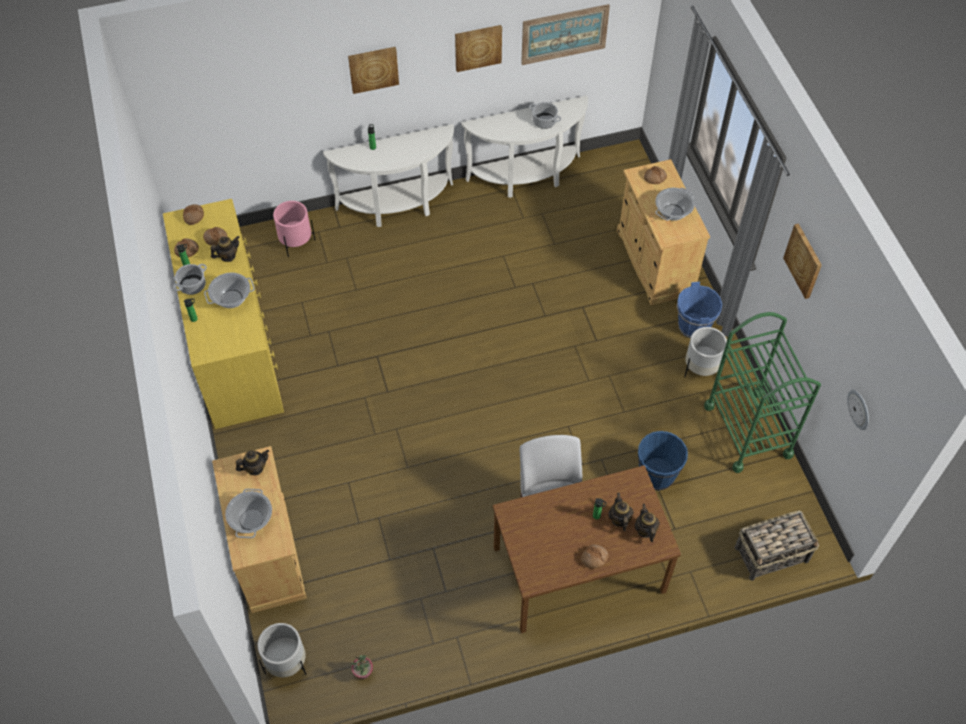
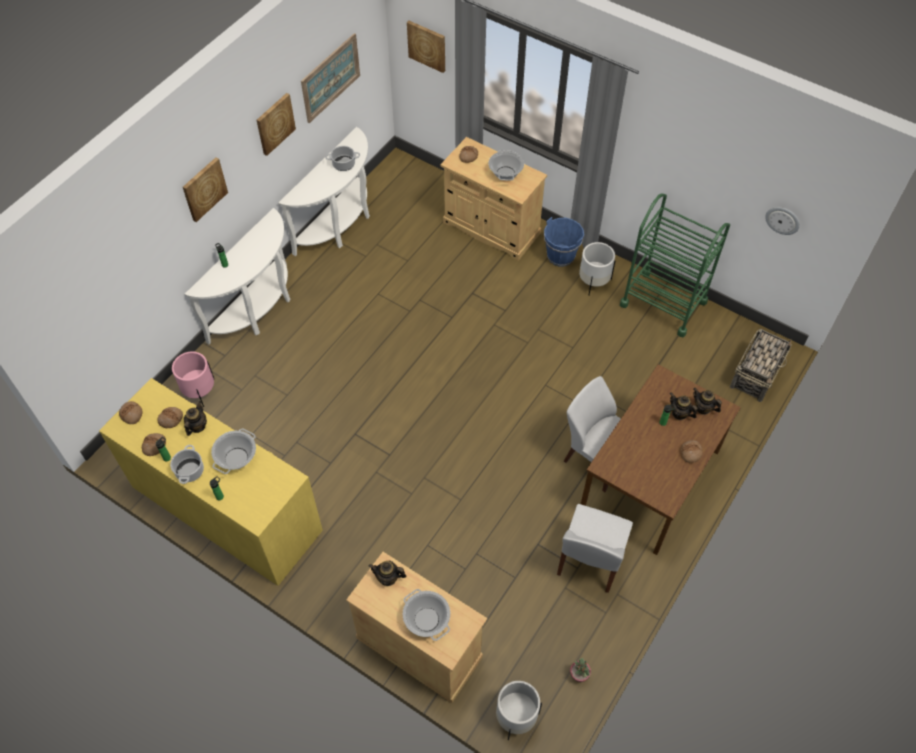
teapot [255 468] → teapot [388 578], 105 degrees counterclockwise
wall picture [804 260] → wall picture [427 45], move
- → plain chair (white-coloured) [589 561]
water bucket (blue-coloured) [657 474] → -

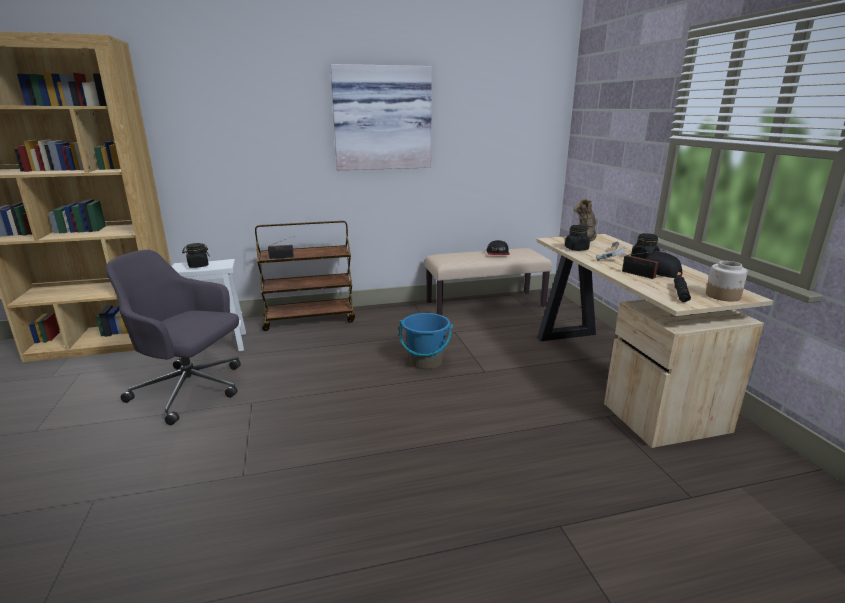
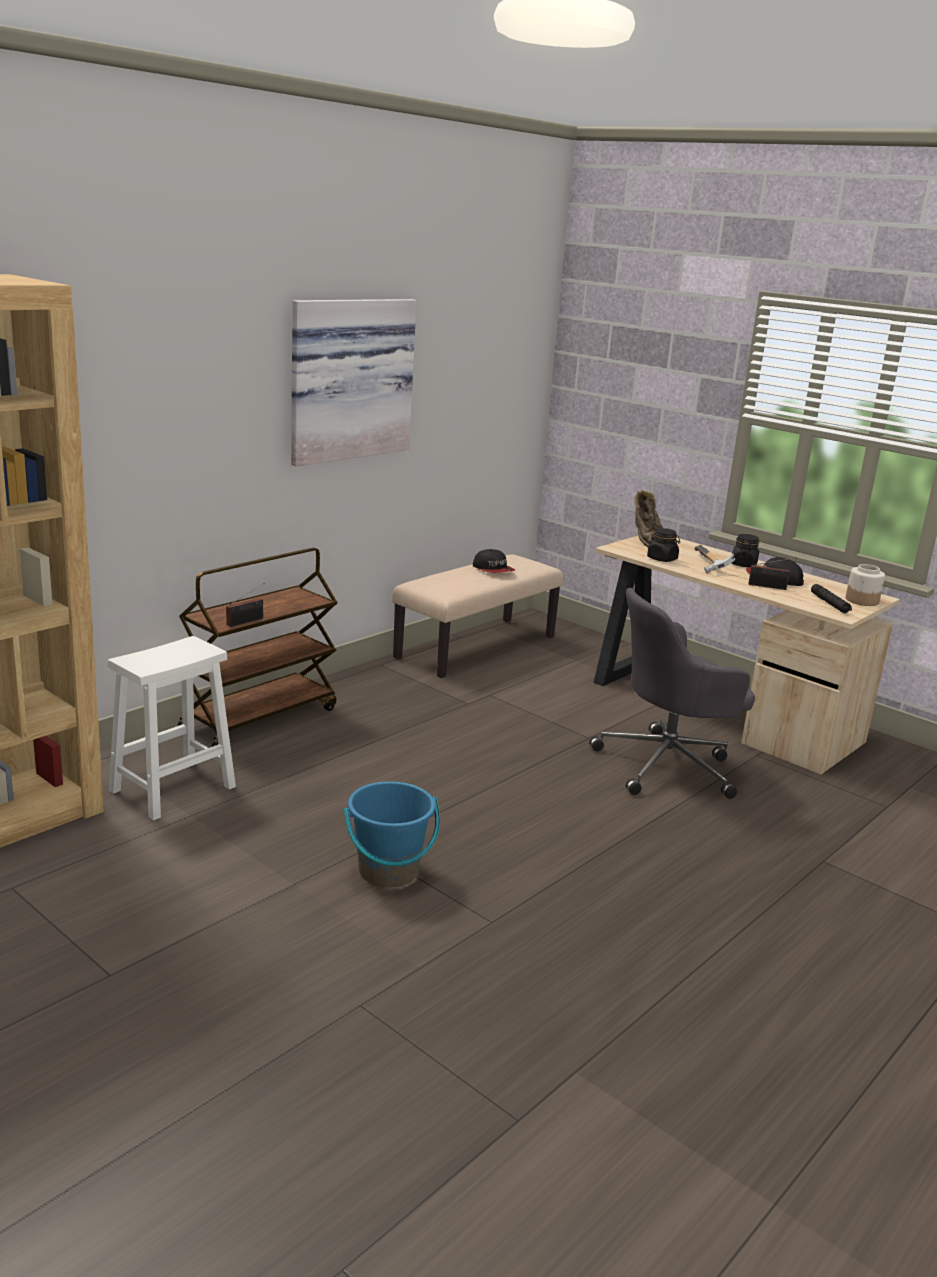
water bucket (blue-coloured) [425 362] → water bucket (blue-coloured) [388 872], move
office chair (grey) [191 390] → office chair (grey) [668 765], move
jar (blackish) [198 266] → -

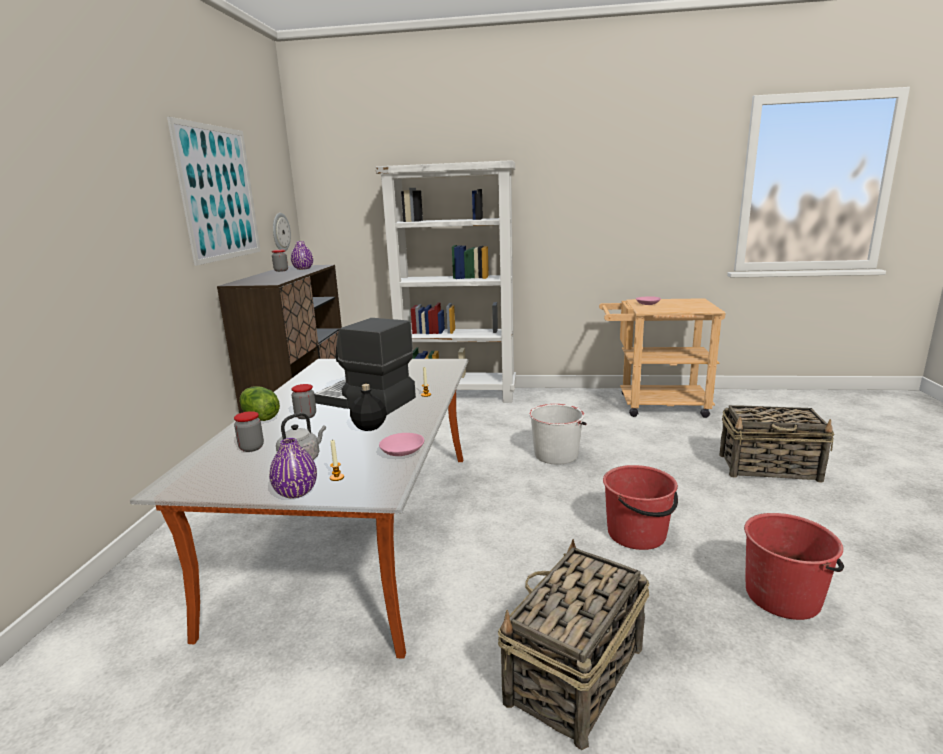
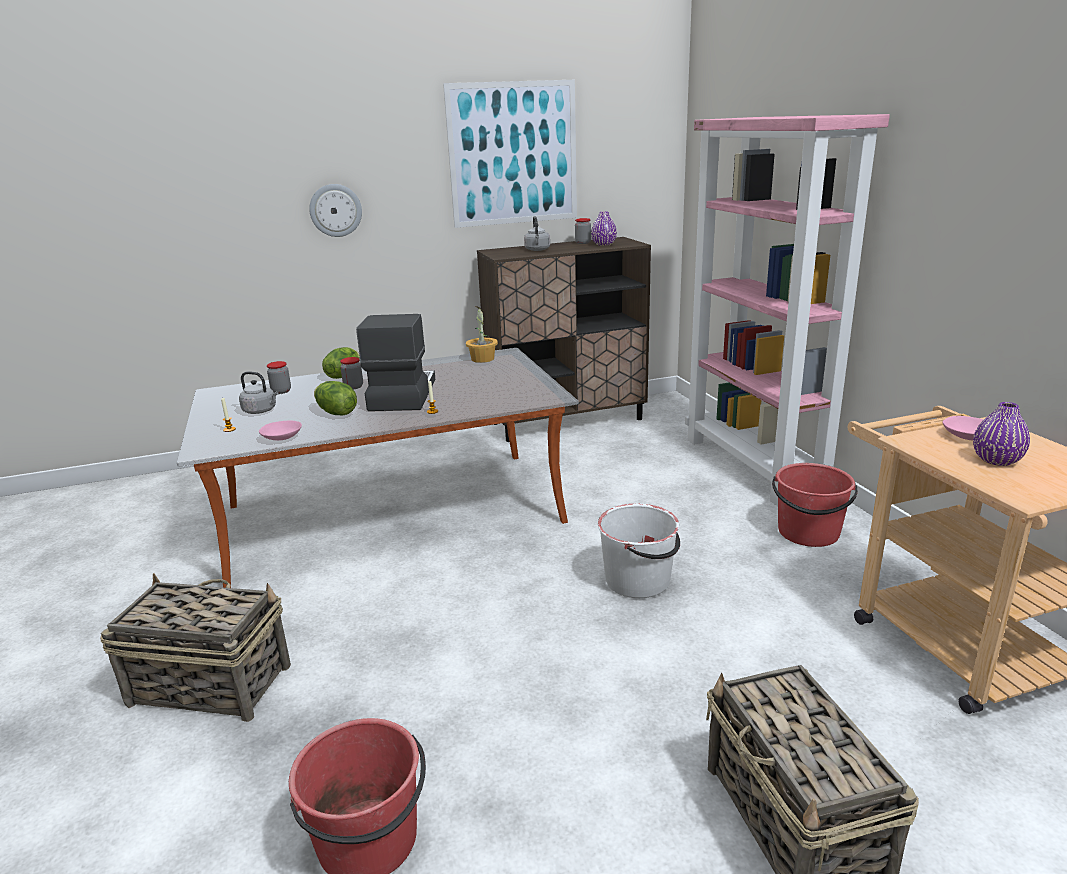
hanging clock [280 232] → hanging clock [335 210], move
drink bottle (blackish) [370 427] → lettuce head [336 413]
- → plant in a pot [482 359]
- → kettle (grey) [537 250]
bookshelf (white-coloured) [458 395] → bookshelf (pinkish) [754 466]
water bucket (reddish) [637 534] → water bucket (reddish) [808 533], move
vase (purple) [296 492] → vase (purple) [996 460], move

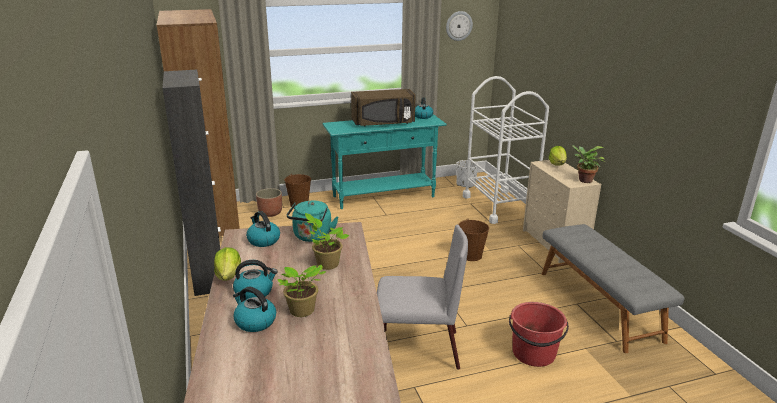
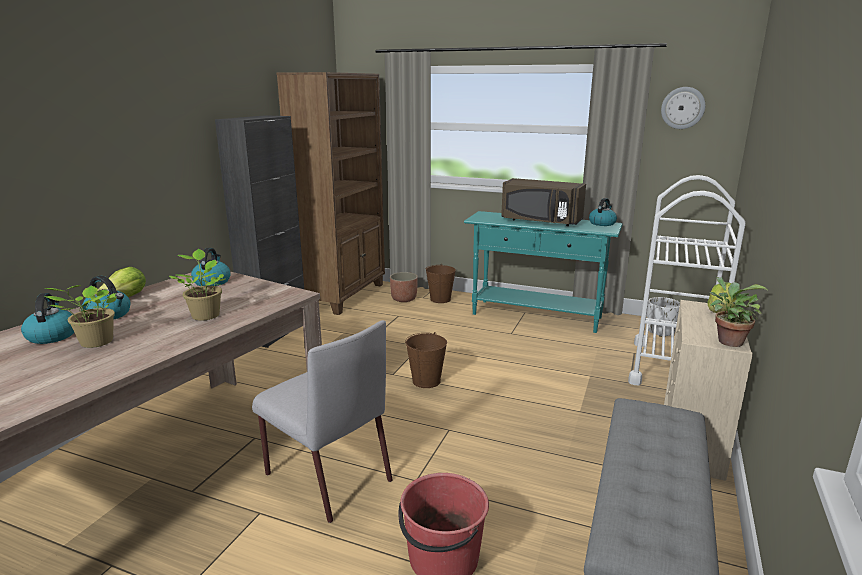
water bucket (brownish) [471 255] → water bucket (brownish) [426 381], move
kettle (turquoise) [312 237] → -

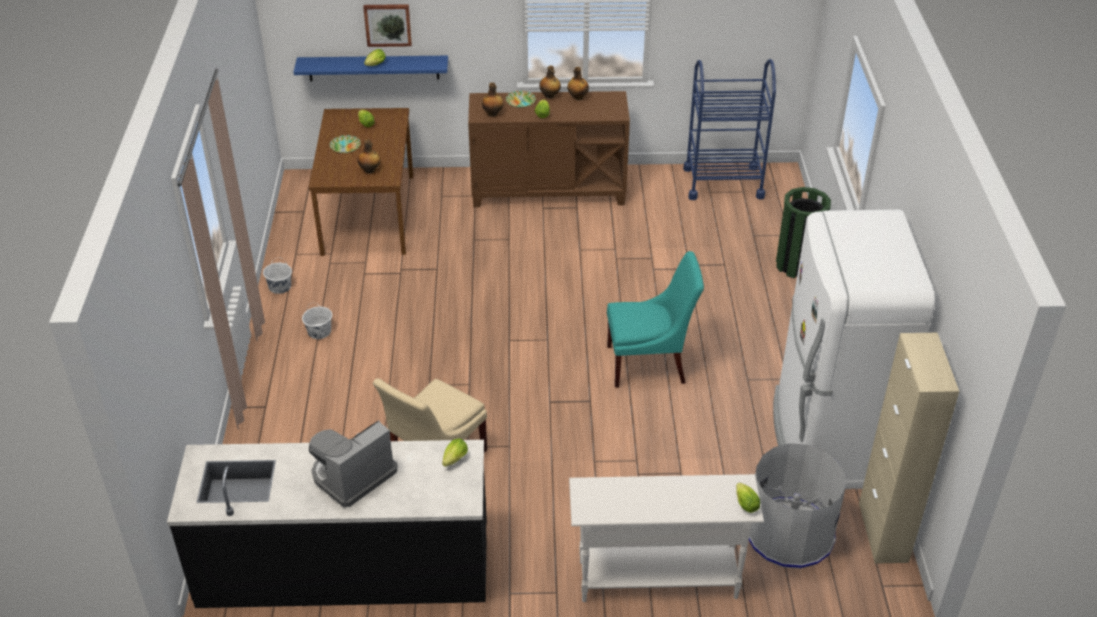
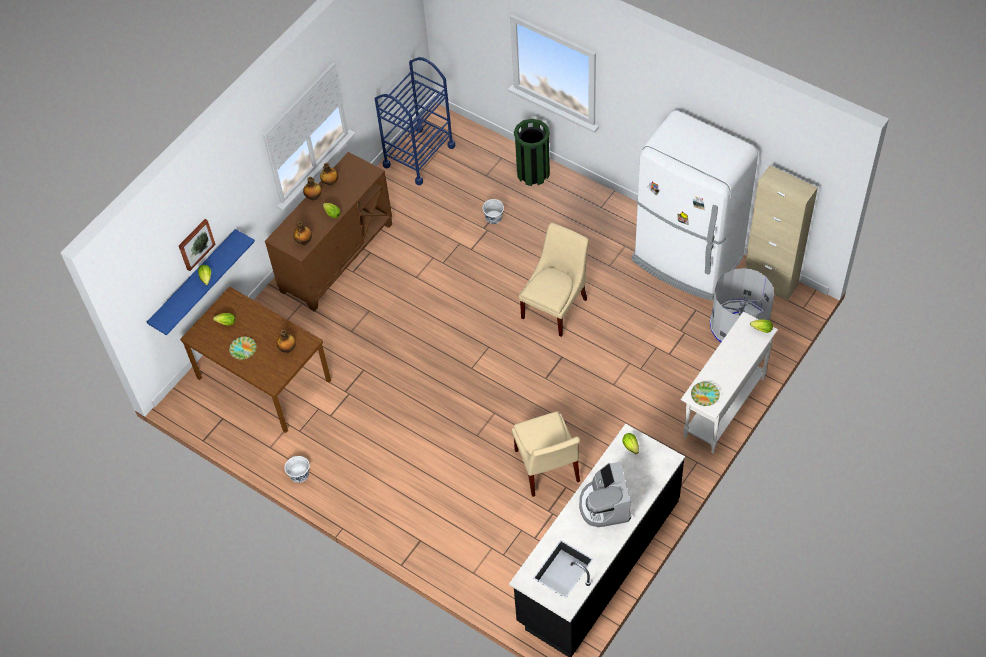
water bucket (white-coloured) [319 331] → water bucket (white-coloured) [493 217], move
plain chair (turquoise) [650 364] → plain chair (sand-coloured) [556 306]
dinner plate [521 101] → dinner plate [705 395], move

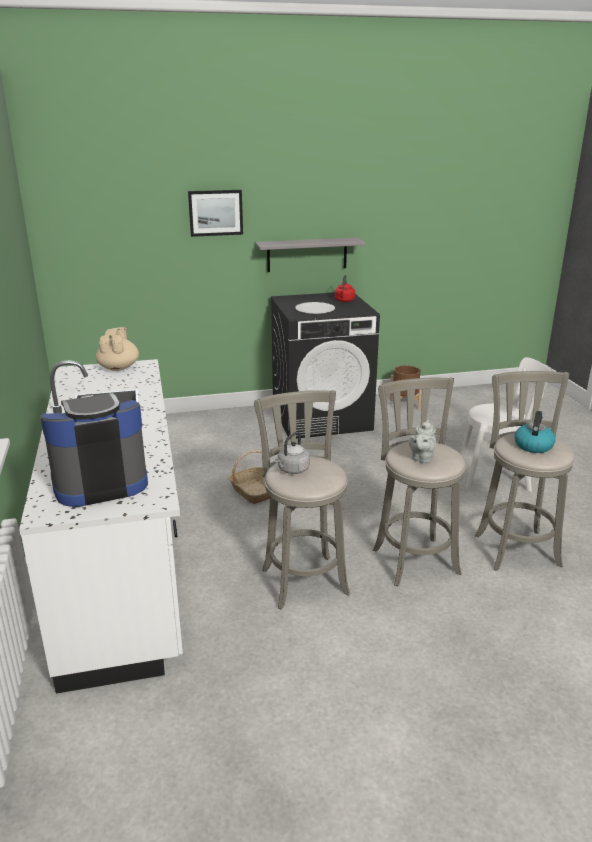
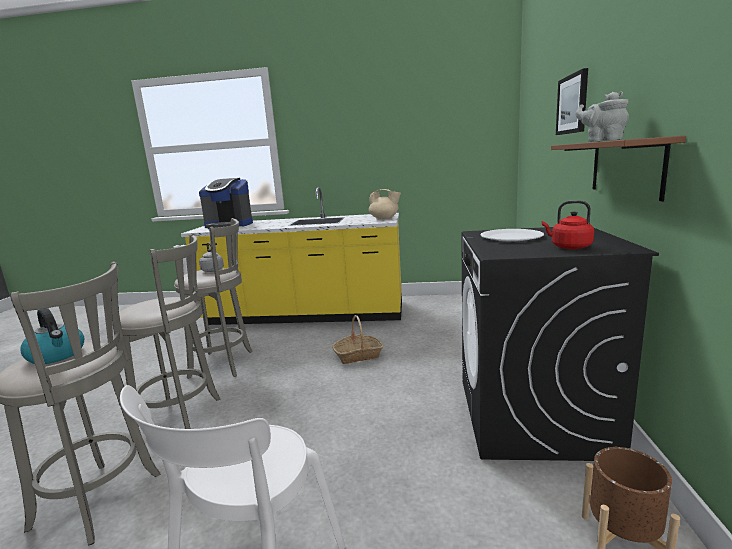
kitchen base unit (white-coloured) [123 563] → kitchen base unit (yellowish) [305 315]
coffee maker [100 482] → coffee maker [229 225], 105 degrees clockwise
bracket shelf (grey) [307 254] → bracket shelf (brownish) [625 167]
teapot (grey) [421 458] → teapot (grey) [601 141], move

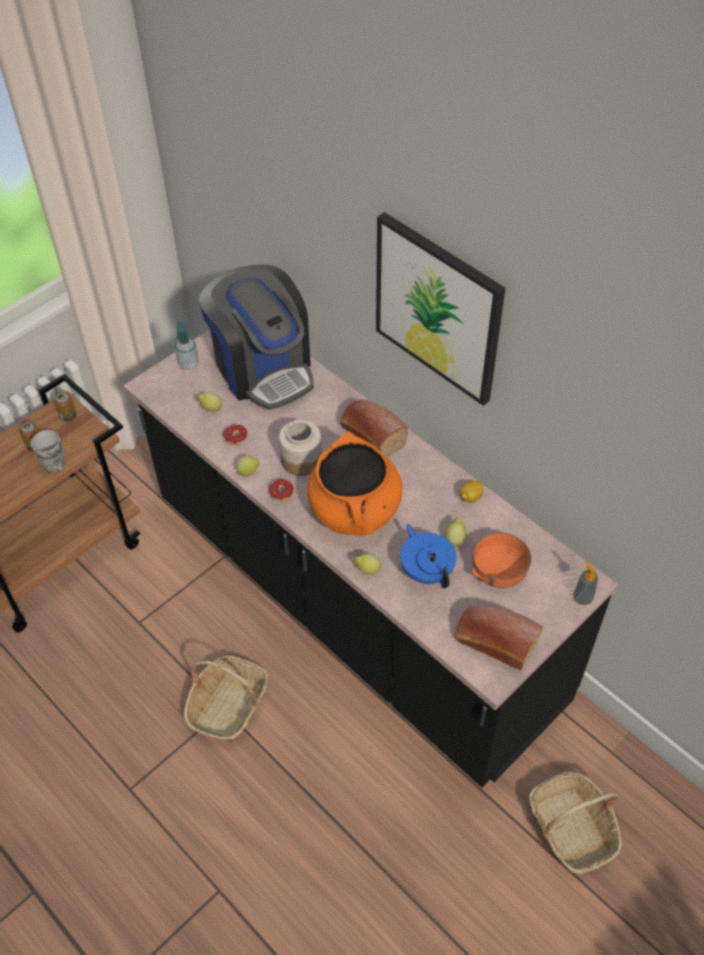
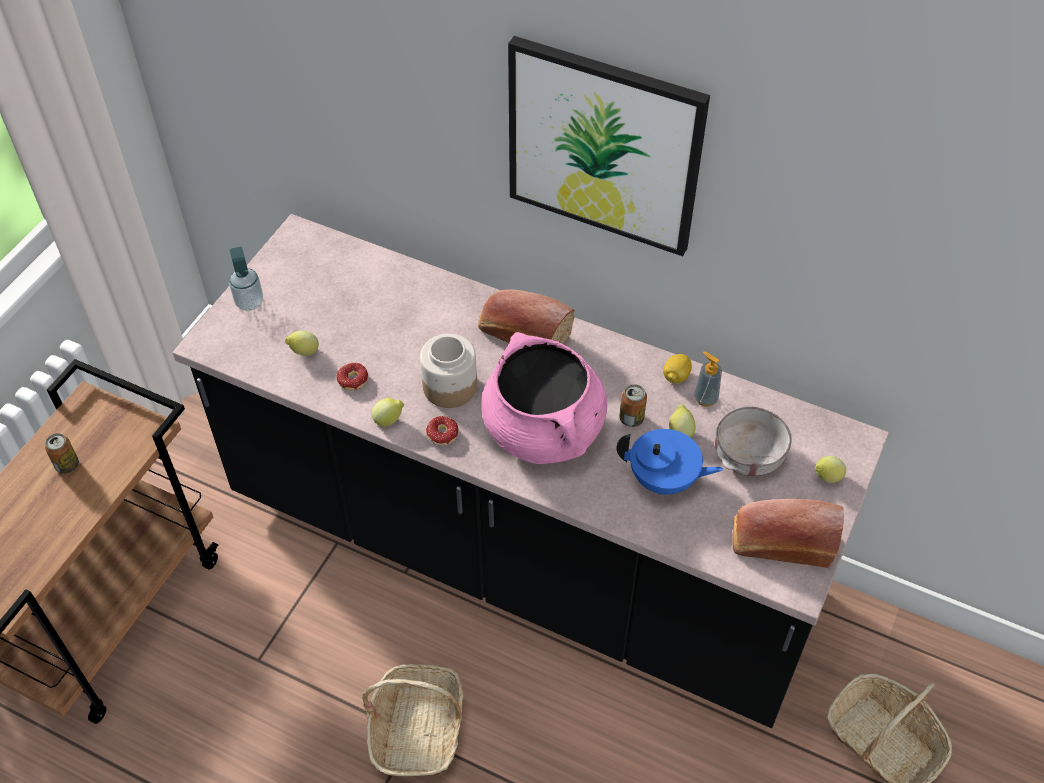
cooking pot (orange-coloured) [355 510] → cooking pot (pinkish) [544 430]
teapot (blue-coloured) [427 570] → teapot (blue-coloured) [664 480], 150 degrees clockwise
metal can [68 416] → metal can [631 418], move
liquid soap bottle [582 597] → liquid soap bottle [705 398], move
bowl (orange-coloured) [499 570] → bowl (grey) [749 455]
whole lemon [367 570] → whole lemon [826 478], move
small cup [54 465] → -
coffee maker [263 368] → -

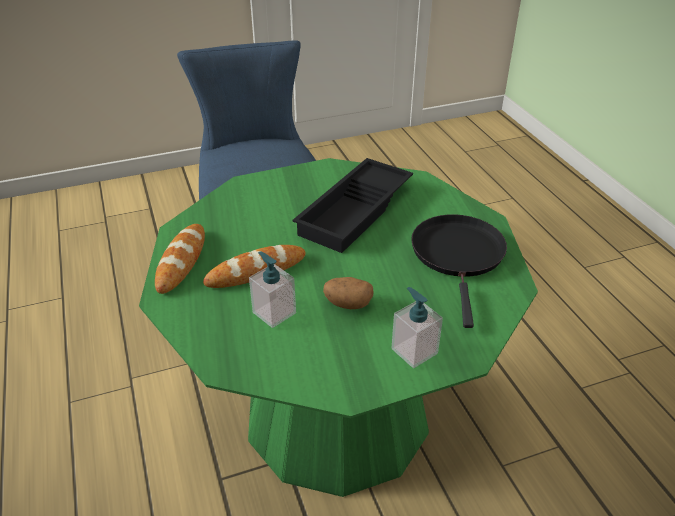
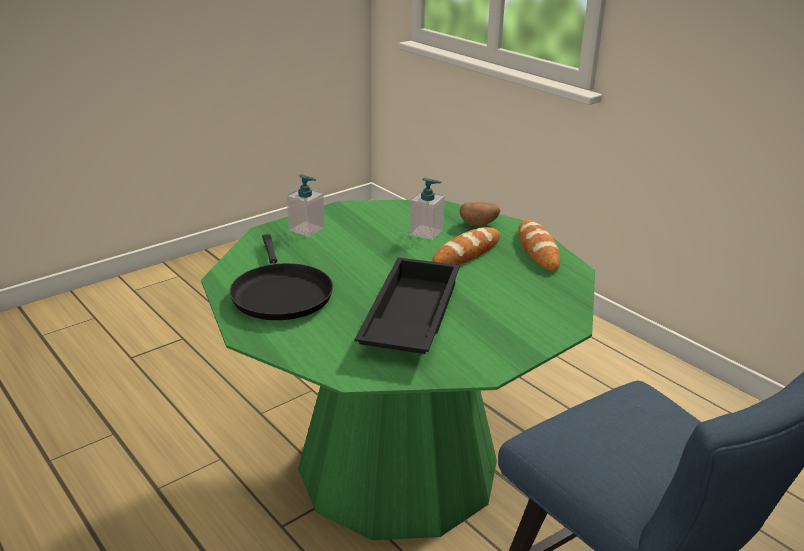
whole potato [348 304] → whole potato [479 224], move

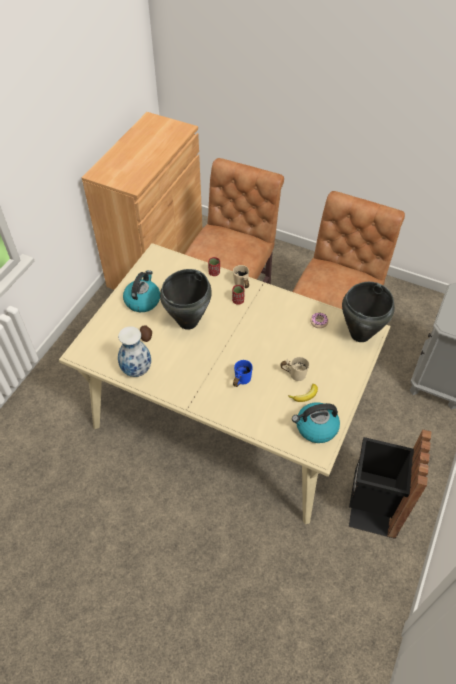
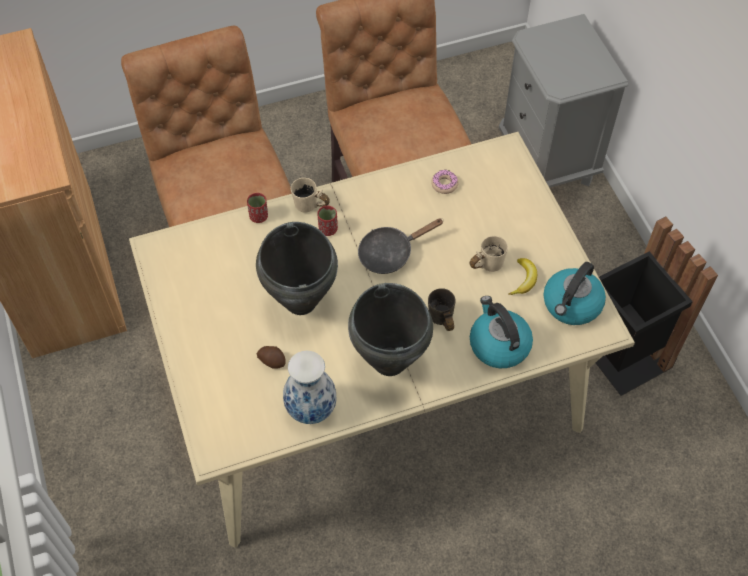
cooking pot (blackish) [359 334] → cooking pot (blackish) [389 362], move
- → frying pan (blackish) [390 253]
coffee mug (blue-coloured) [239 381] → coffee mug (grey) [439 321]
kettle [142 300] → kettle [498 344], move

